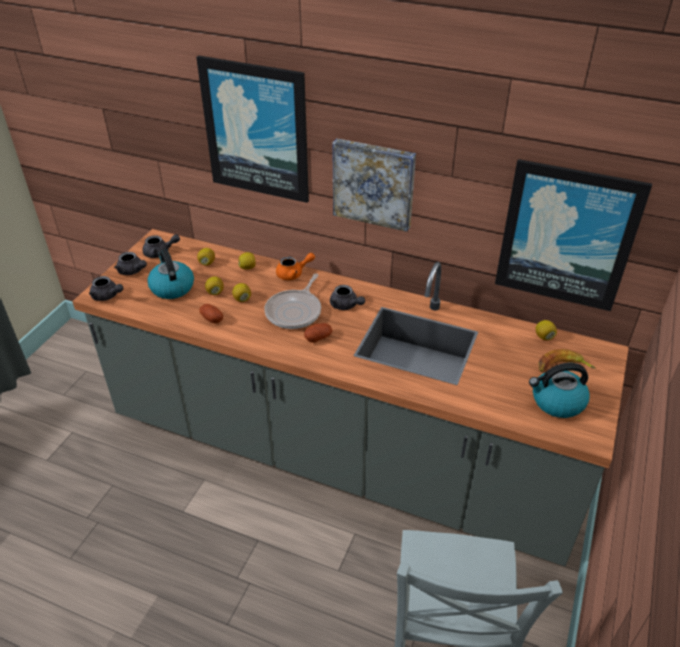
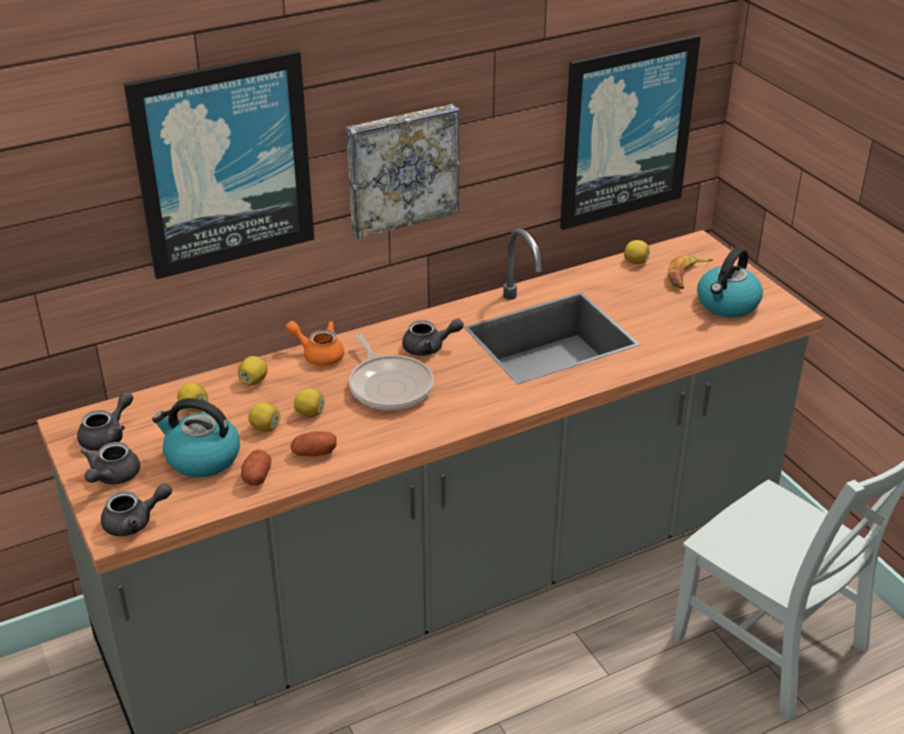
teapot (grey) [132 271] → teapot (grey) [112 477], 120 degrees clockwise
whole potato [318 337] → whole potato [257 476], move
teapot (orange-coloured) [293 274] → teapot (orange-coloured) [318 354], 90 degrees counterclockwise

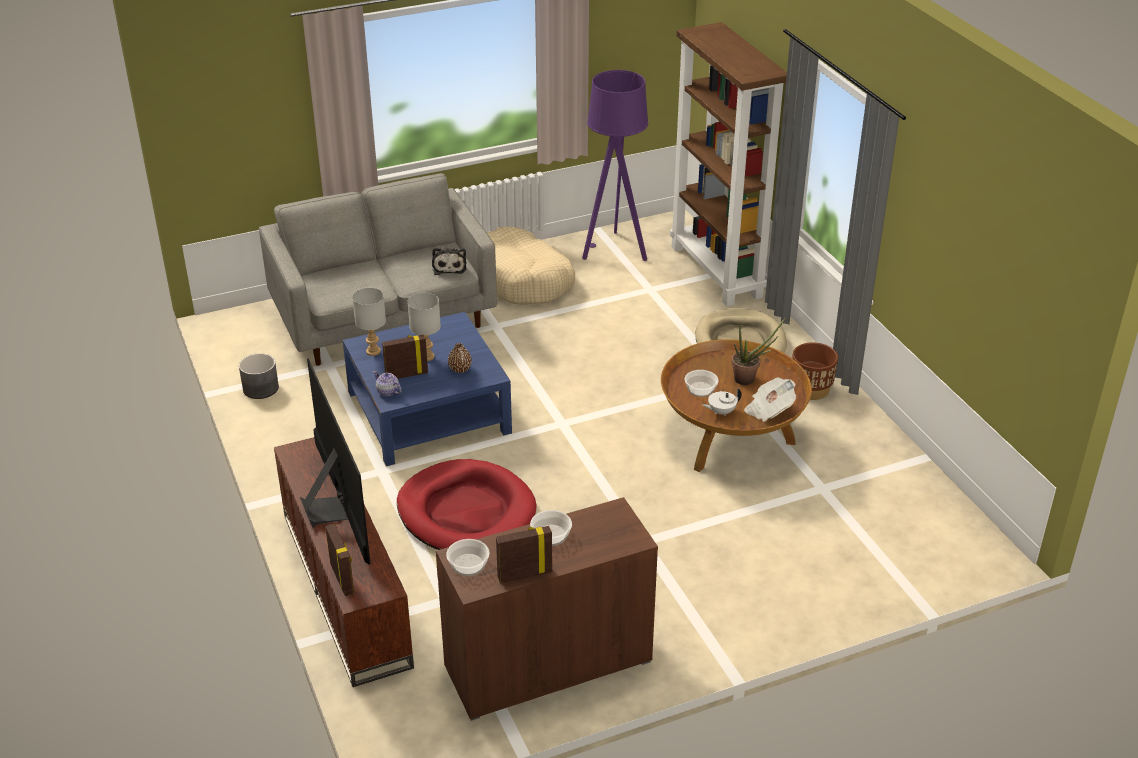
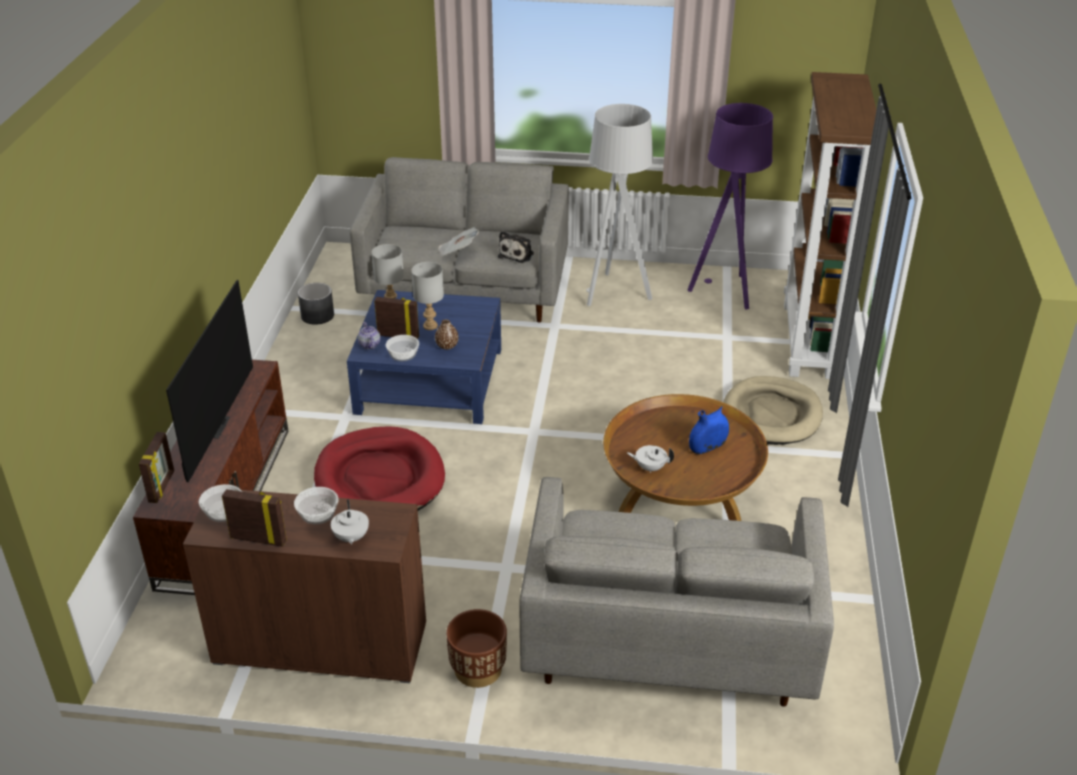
- → teapot (white-coloured) [351 538]
bowl [700 389] → bowl [403 354], move
daily paper [769 410] → daily paper [457 252], move
plant pot (brownish) [811 389] → plant pot (brownish) [478 669], move
- → couch (grey) [667 642]
dog cushion (sand-coloured) [521 280] → standard lamp (grey) [615 292]
plant in a pot [749 379] → vase (blue-coloured) [708 446]

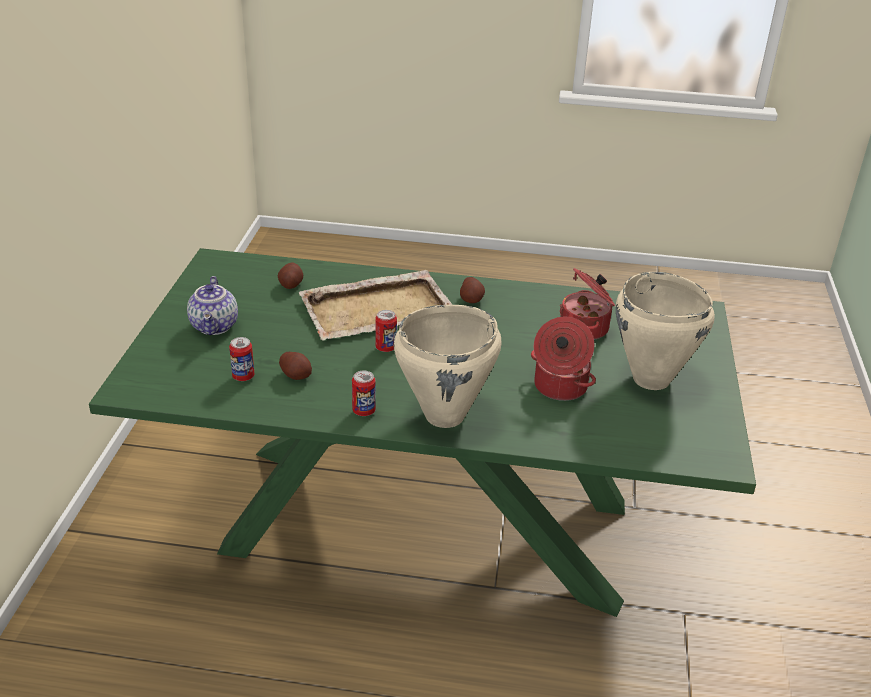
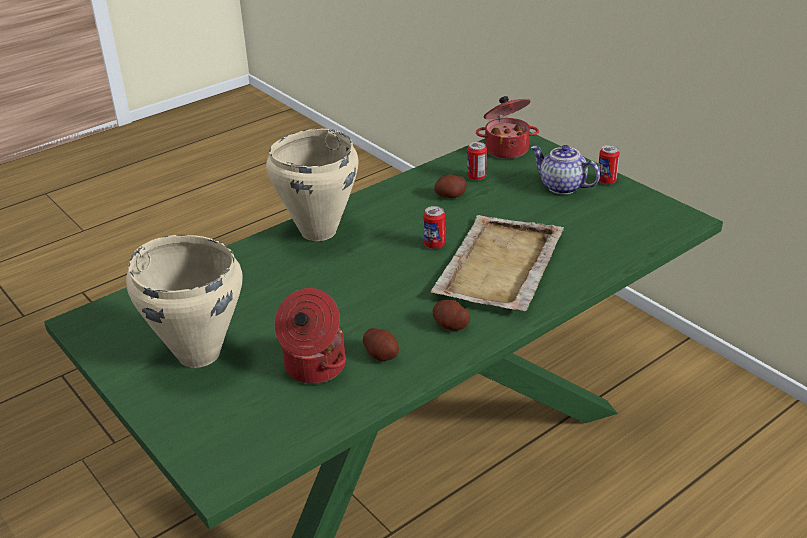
whole potato [290 284] → whole potato [381 354], move
cooking pot [559 387] → cooking pot [506 149], move
metal can [364 411] → metal can [606 181], move

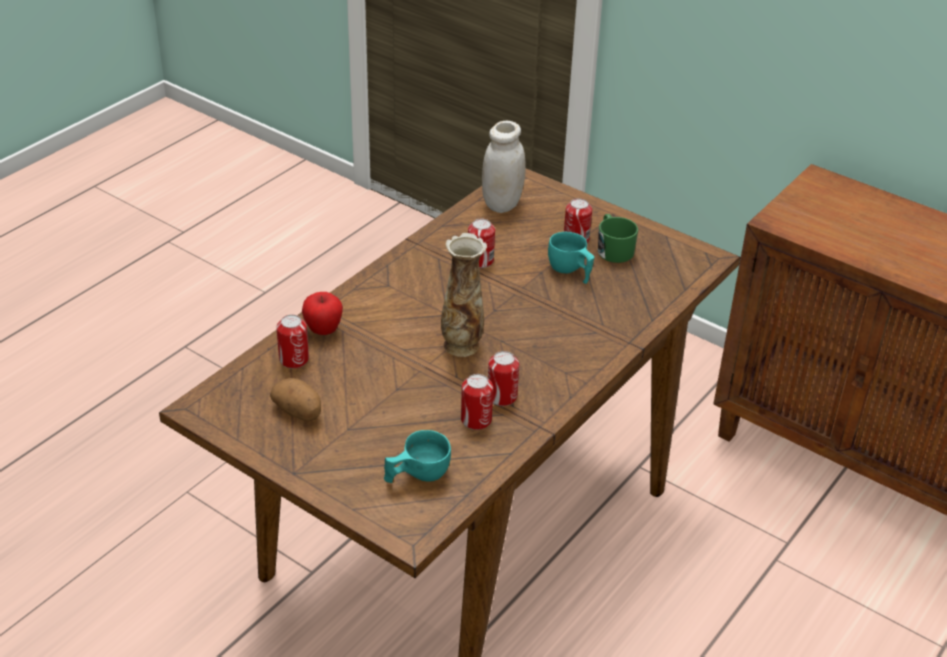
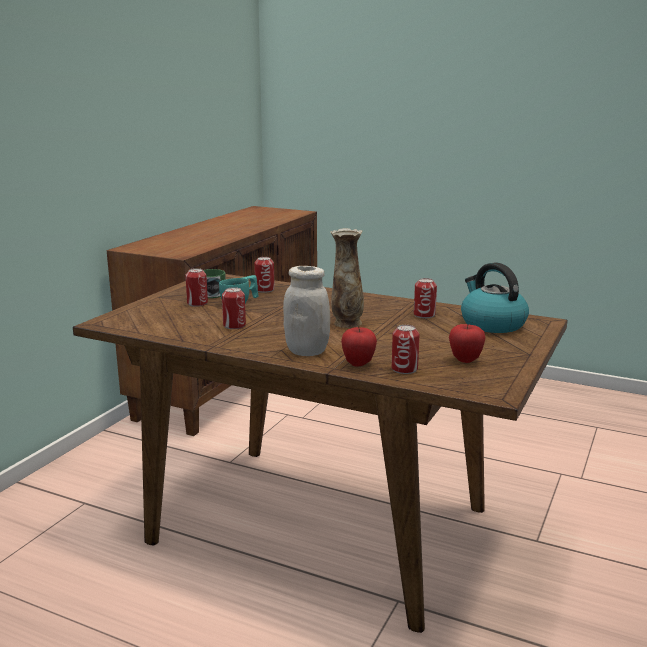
metal can [502 396] → metal can [264 290], move
jar (white-coloured) [502 204] → jar (white-coloured) [307 351], move
whole potato [299 412] → whole apple [465 360]
small cup (turquoise) [416 475] → kettle [492 324]

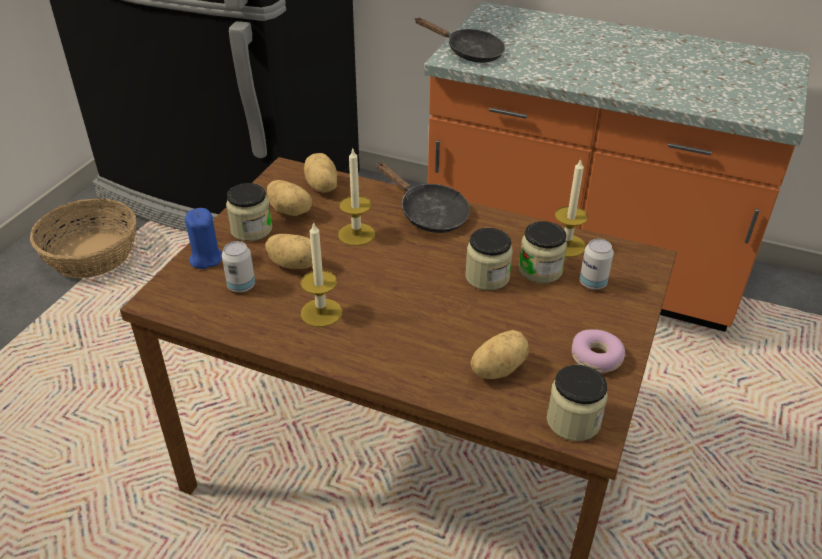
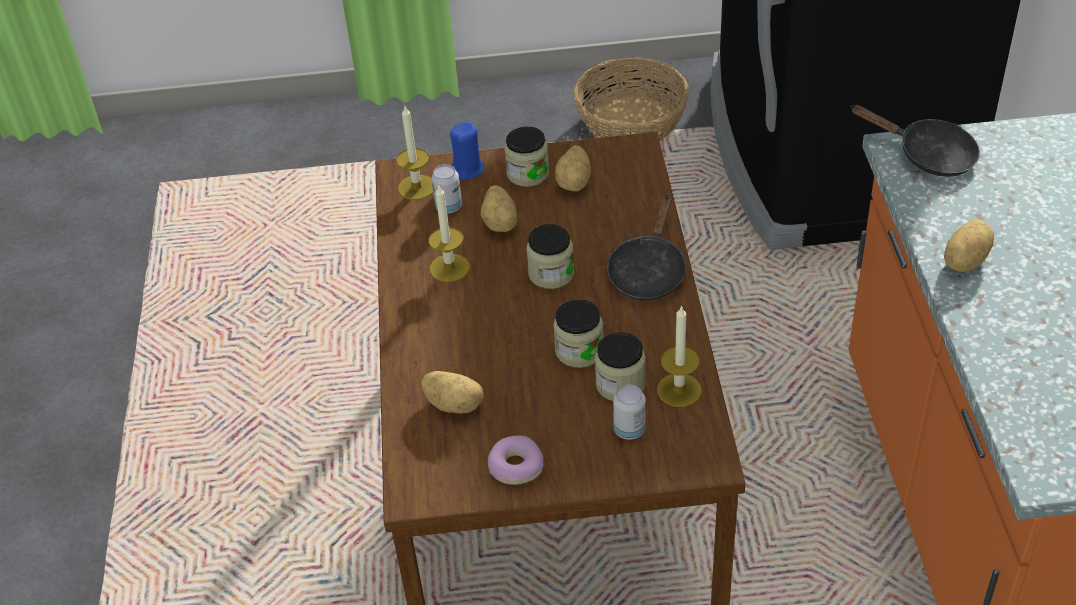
wax candle [356 234] → wax candle [416 187], move
jar [573 421] → jar [551 274], move
frying pan (blackish) [469 53] → frying pan (blackish) [928 155], 60 degrees counterclockwise
whole potato [321 187] → whole potato [963 260], move

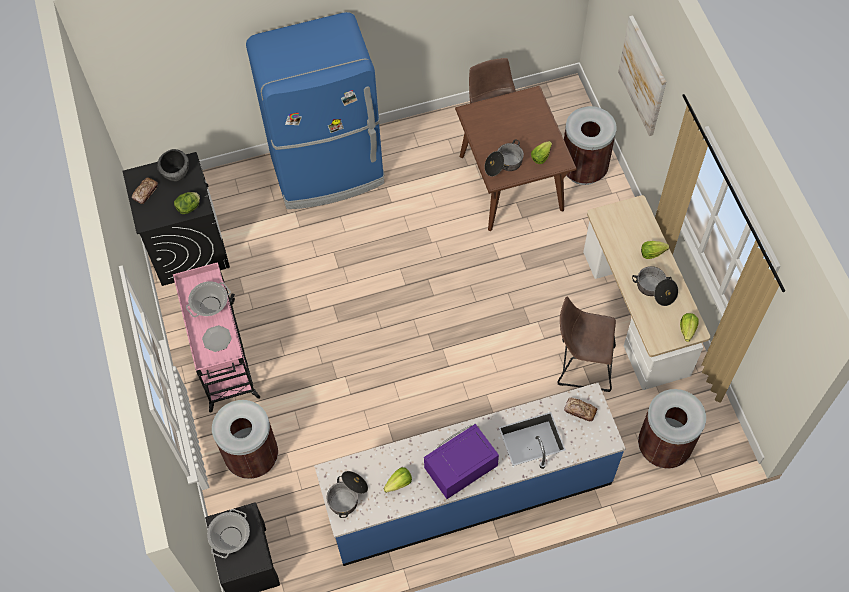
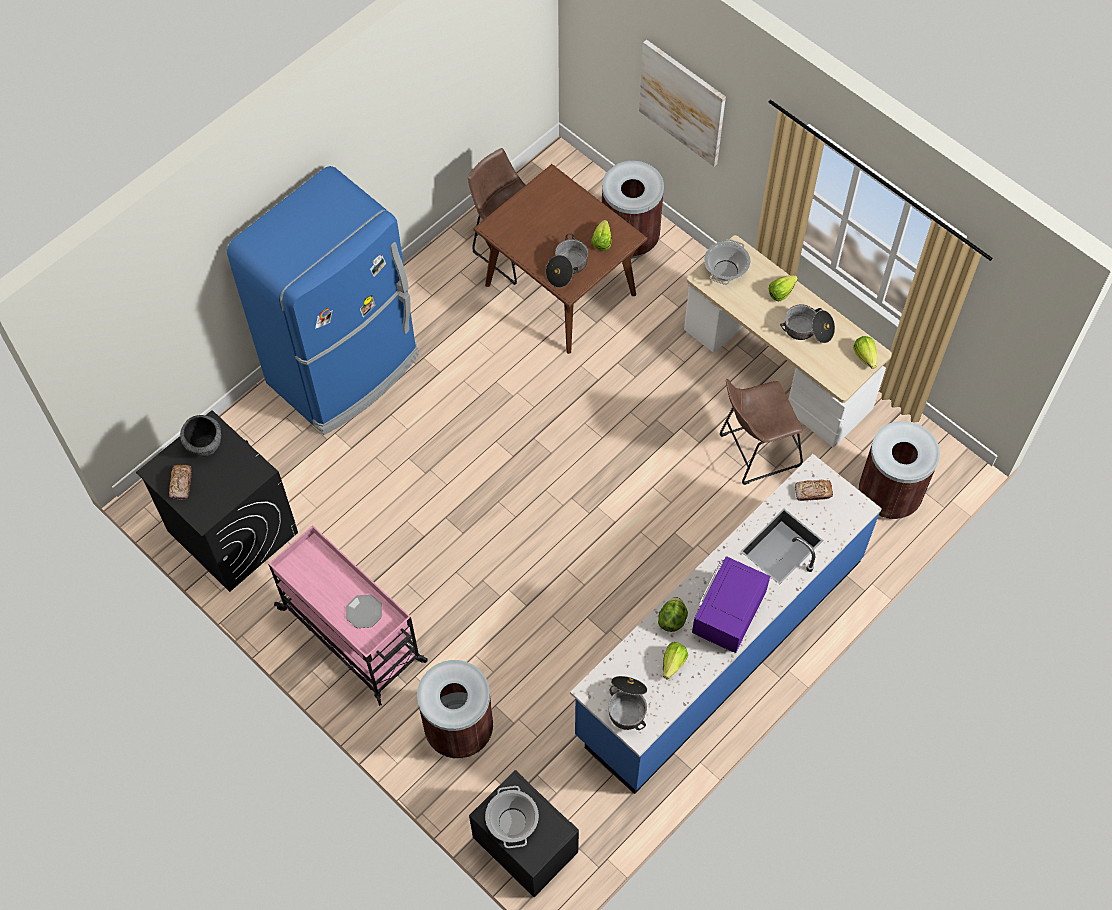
lettuce head [189 207] → lettuce head [672 619], move
cooking pot [210 305] → cooking pot [725 270], move

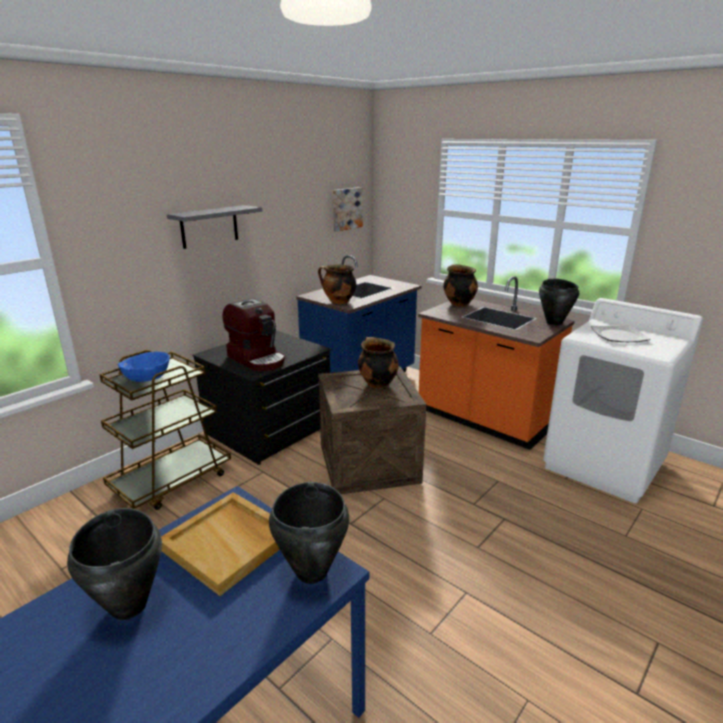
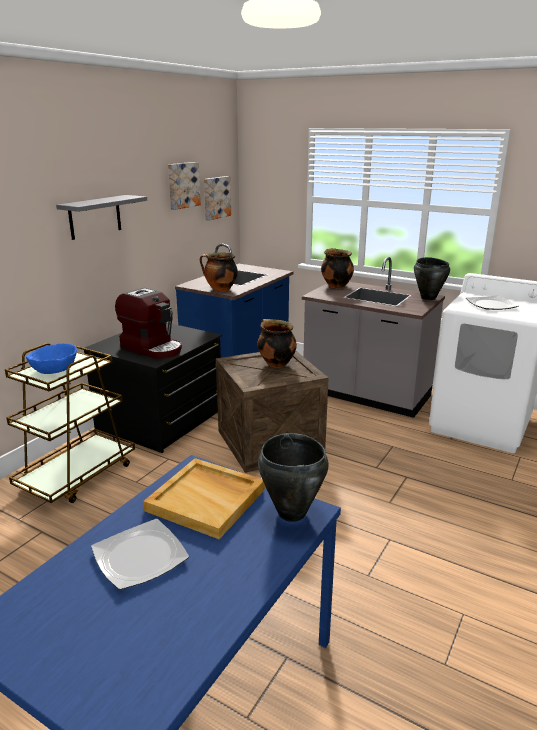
cooking pot (blackish) [129 605] → dinner plate [140 556]
- → wall picture [182 185]
kitchen base unit (orange-coloured) [484 420] → kitchen base unit (grey) [366 395]

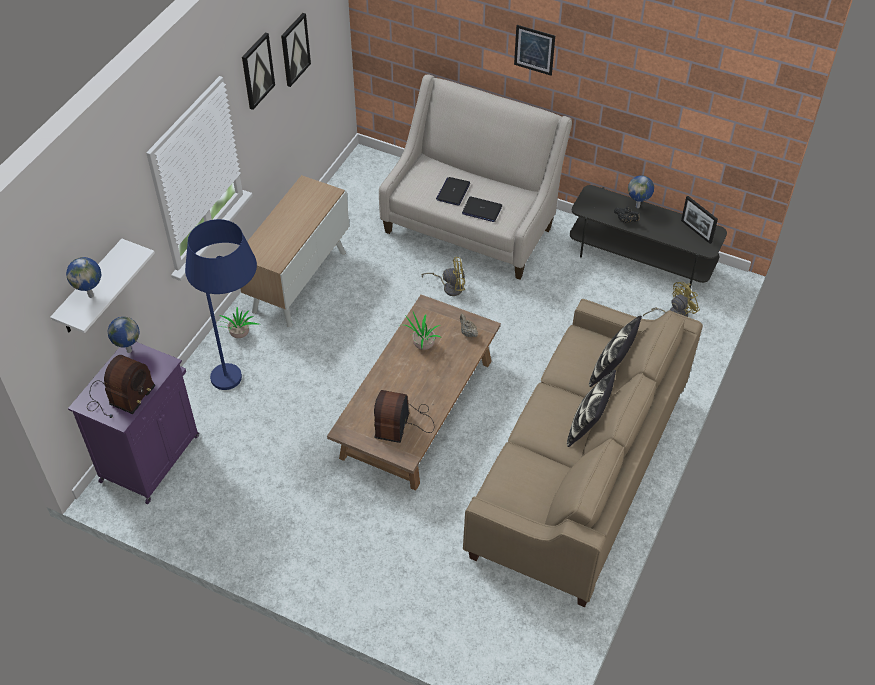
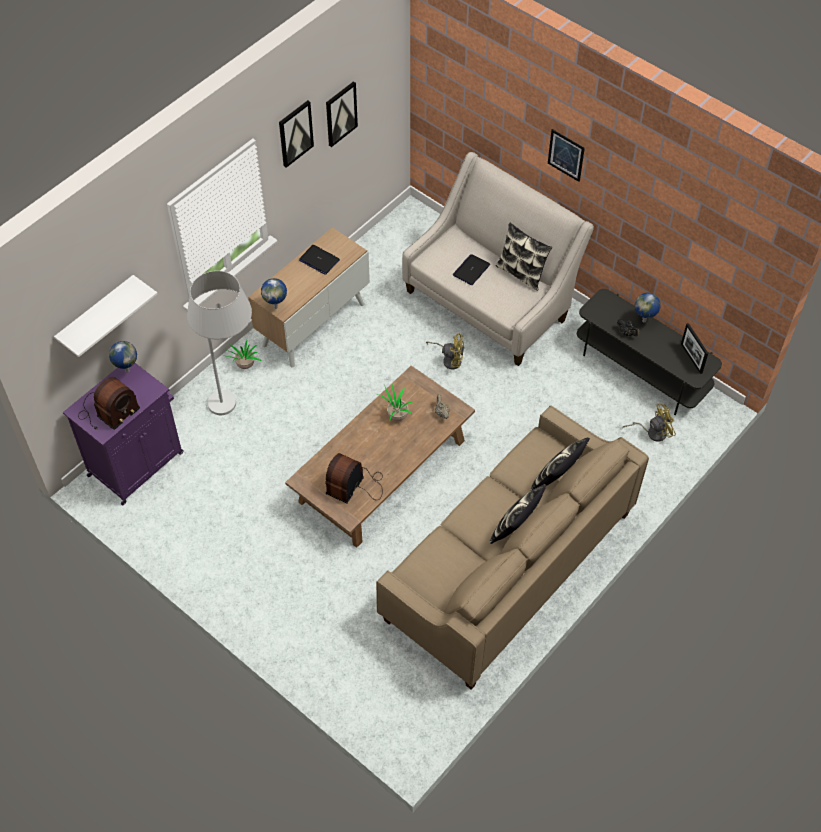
standard lamp (blue-coloured) [243 378] → standard lamp (white-coloured) [236 408]
desk globe [91 295] → desk globe [276 306], move
portable computer [481 210] → portable computer [319 260], move
- → throw pillow [521 273]

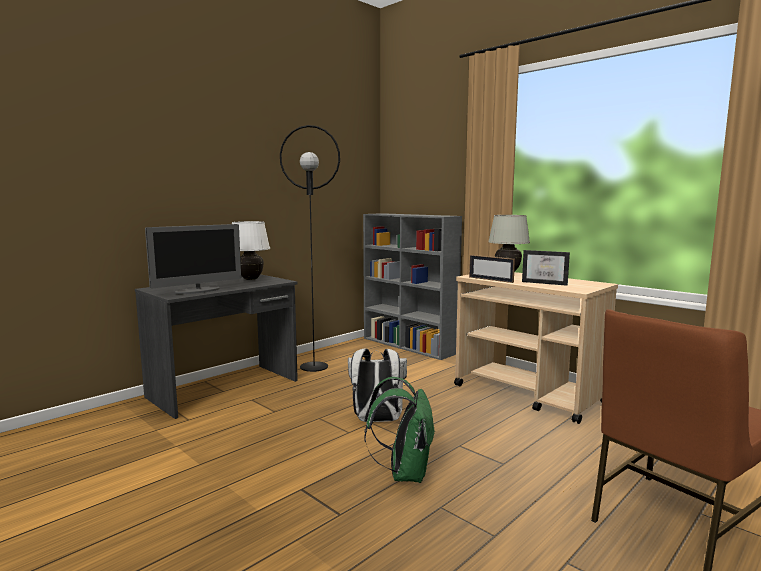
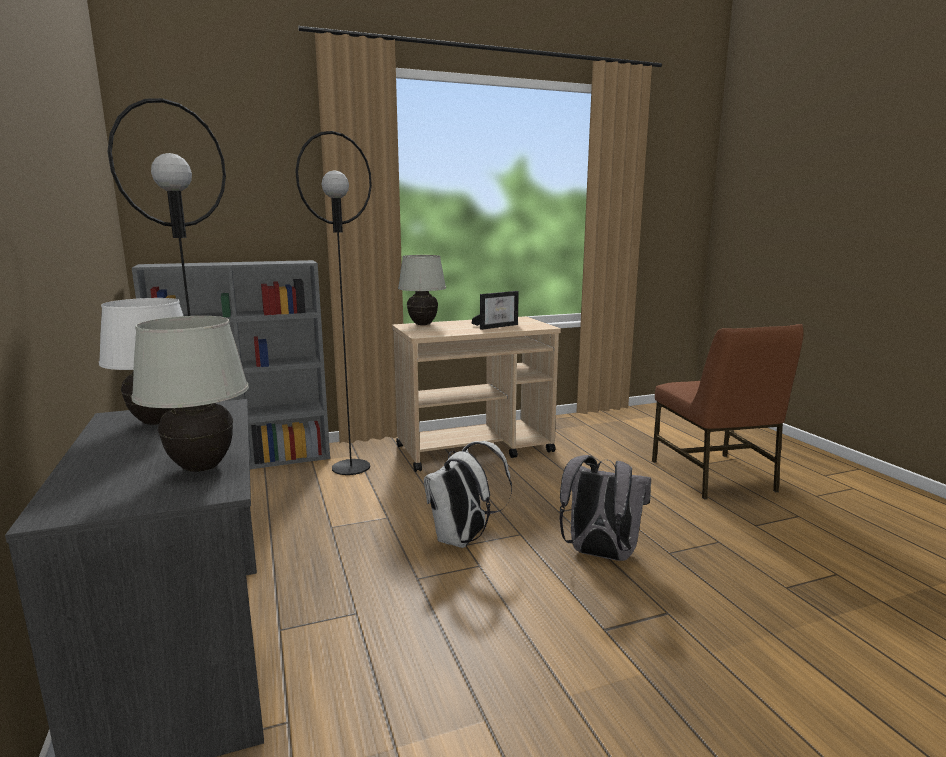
monitor [198 291] → table lamp (white-coloured) [200 467]
- → standard lamp (blackish) [351 467]
knapsack (green) [404 473] → knapsack (grey) [599 554]
picture frame [490 279] → -

